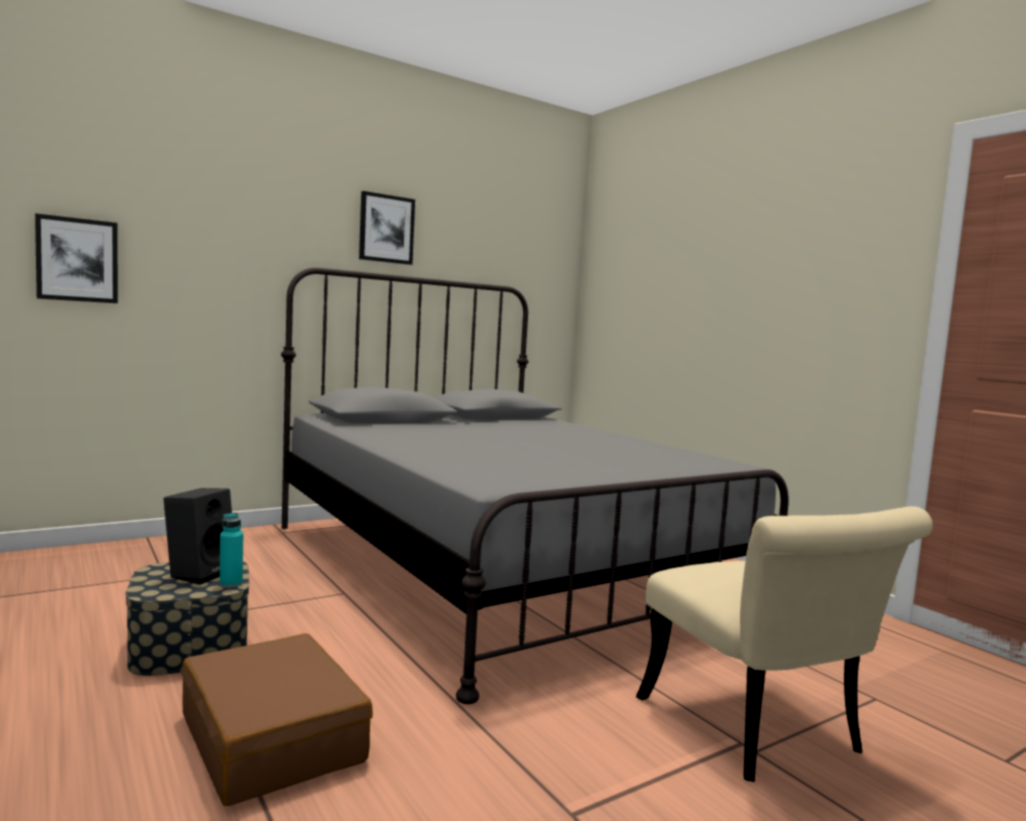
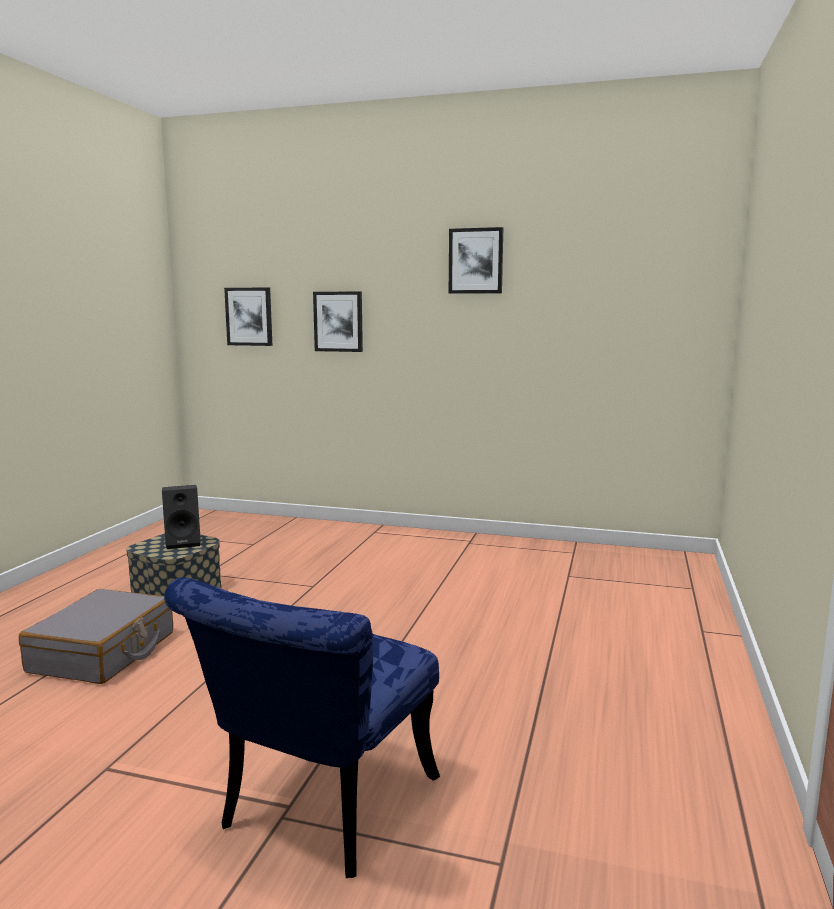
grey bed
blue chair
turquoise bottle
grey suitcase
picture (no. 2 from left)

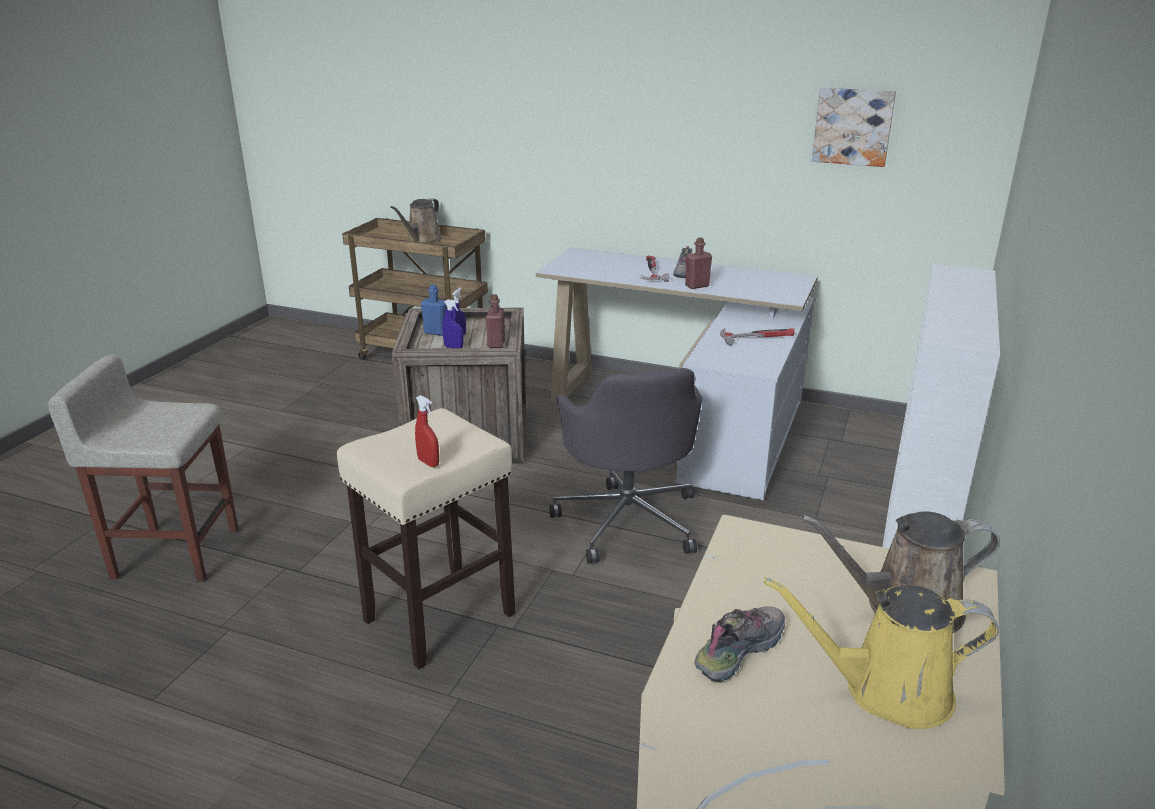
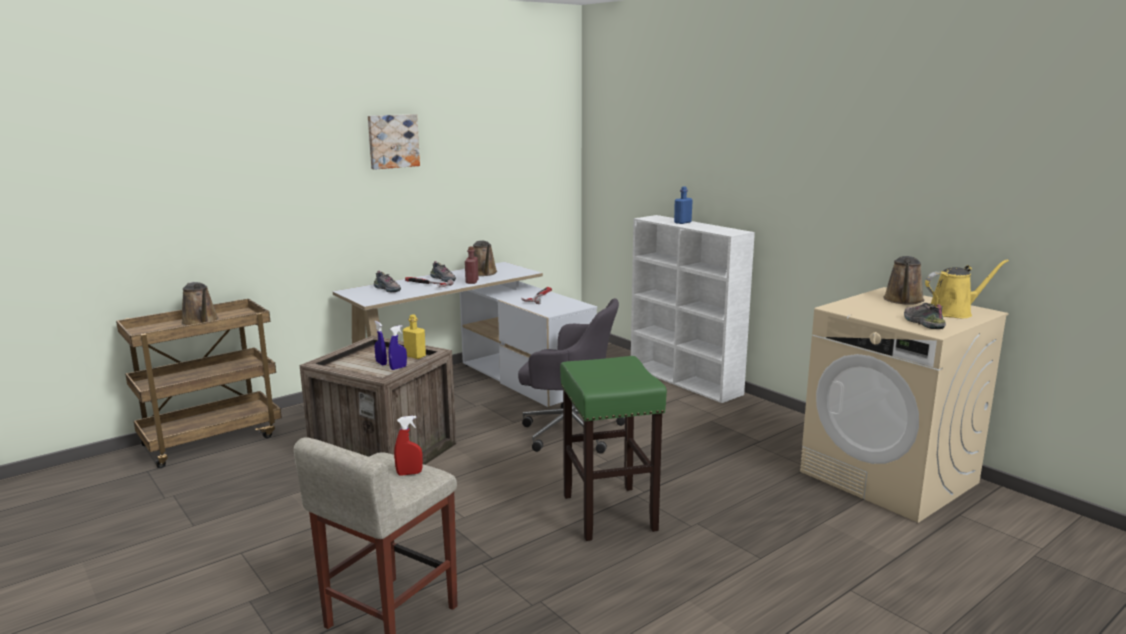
picture
blue bottle
yellow bottle
red spray bottle
green stool
yellow watering can
brown watering can (no. 2 from left)
shoe (no. 1 from left)

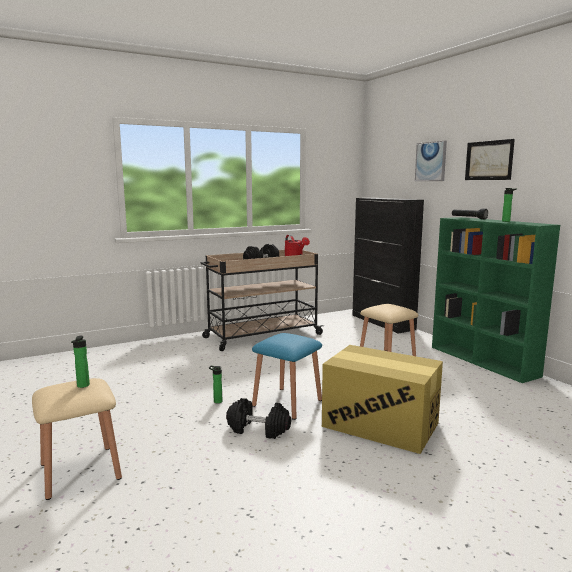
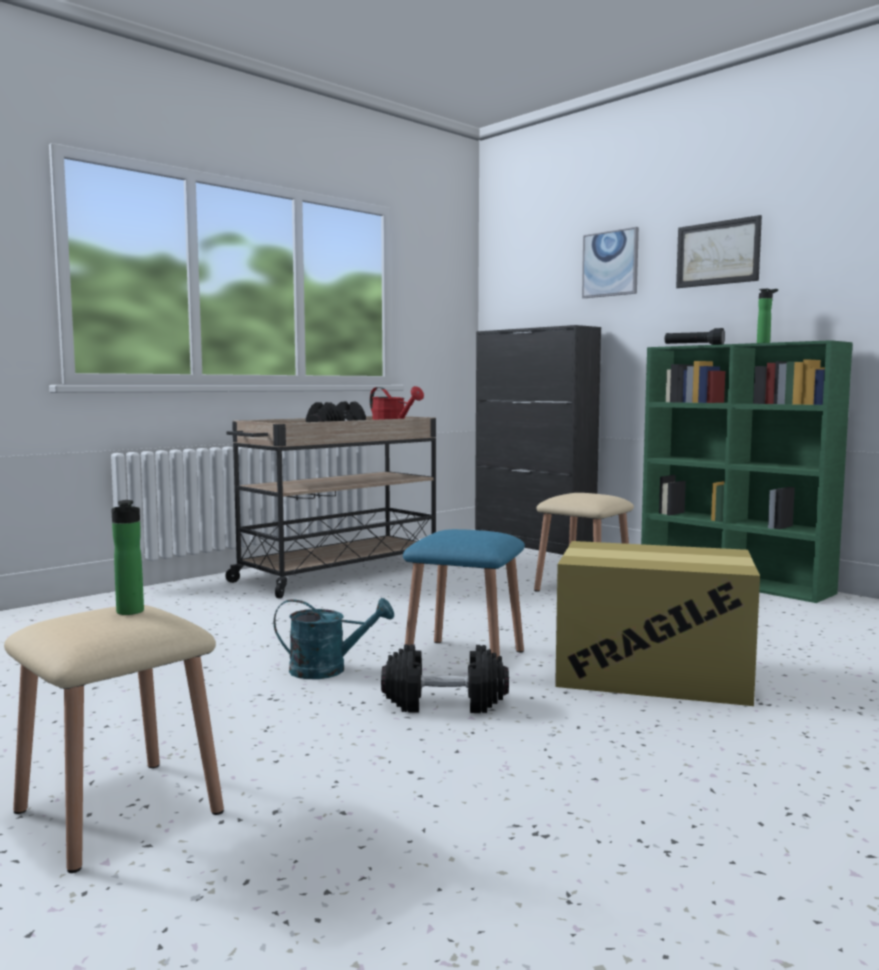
turquoise watering can

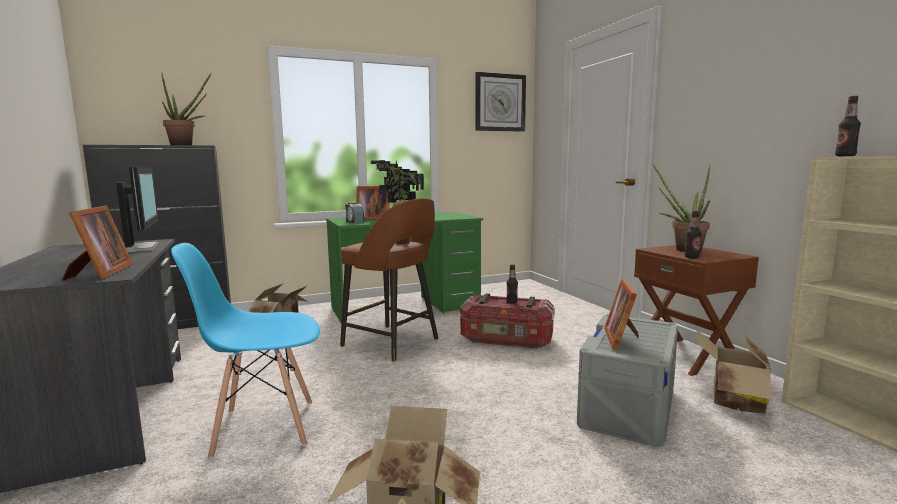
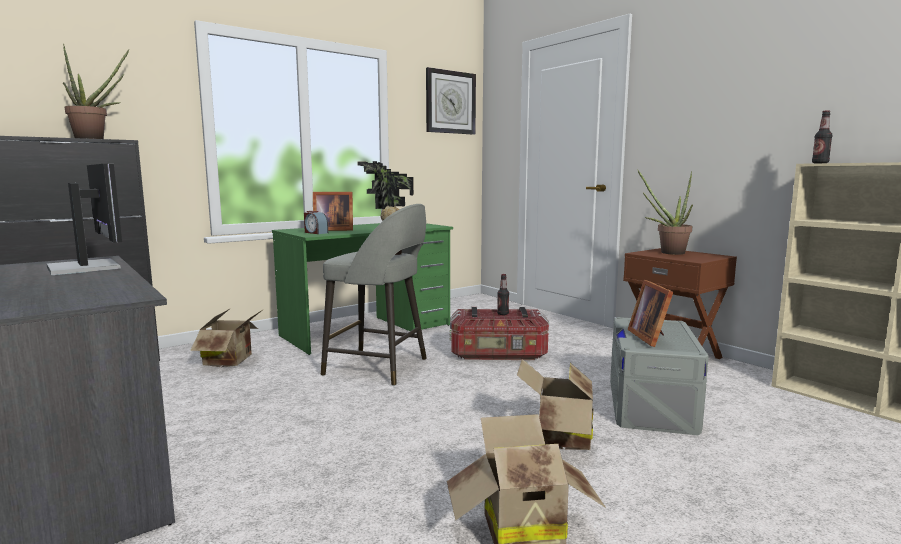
grey stool
picture frame (no. 1 from left in the first image)
bottle (no. 2 from left in the first image)
blue chair
cardboard box (no. 3 from left)

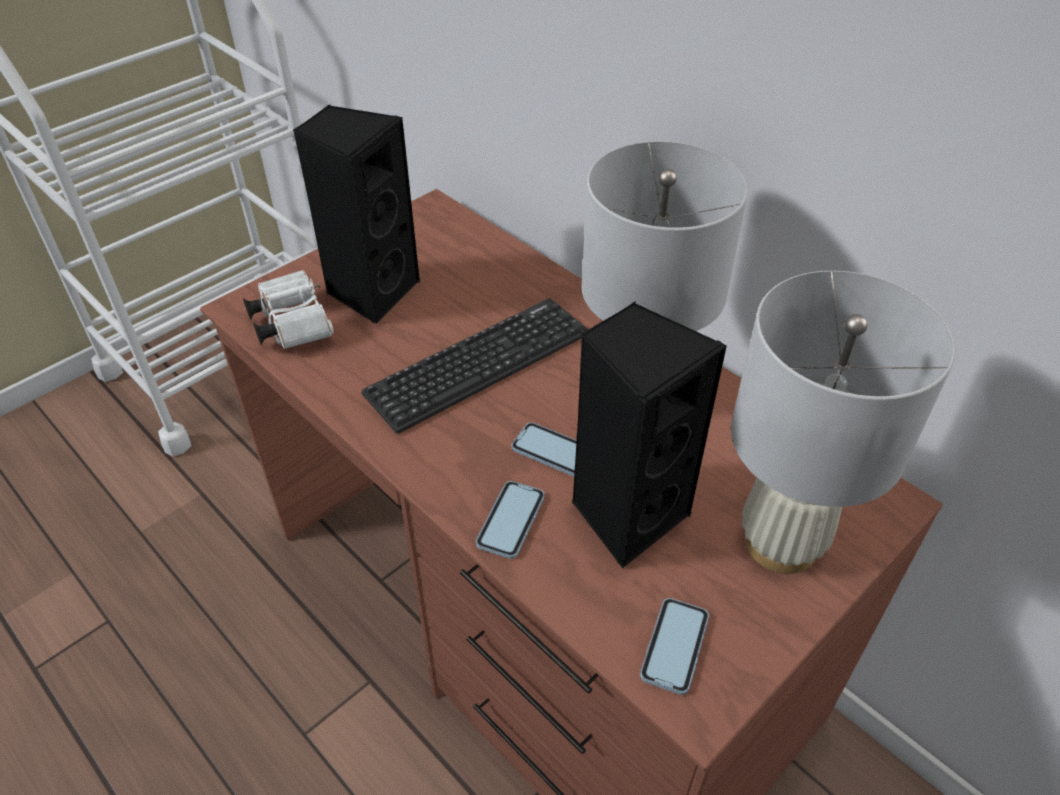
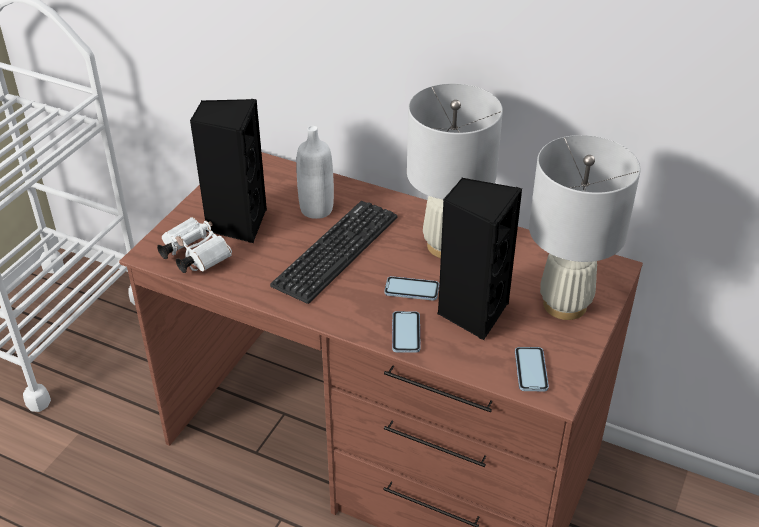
white bottle

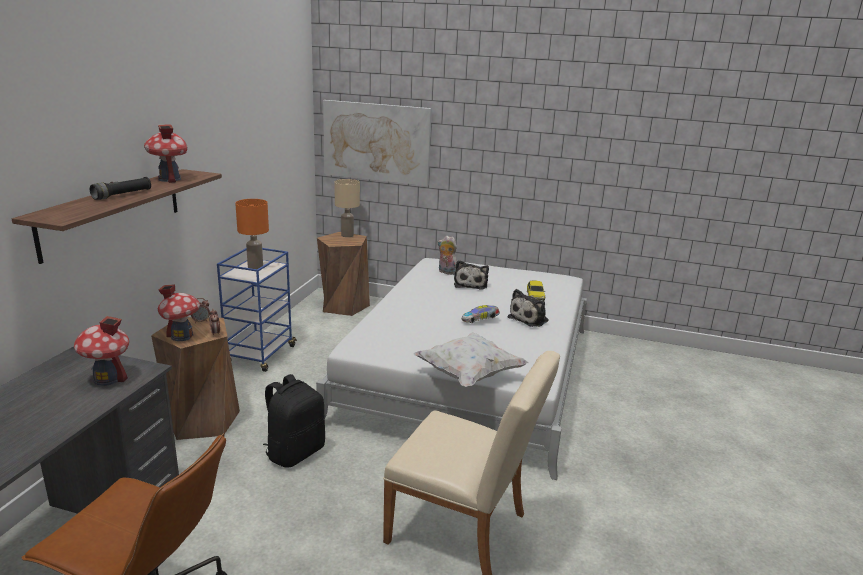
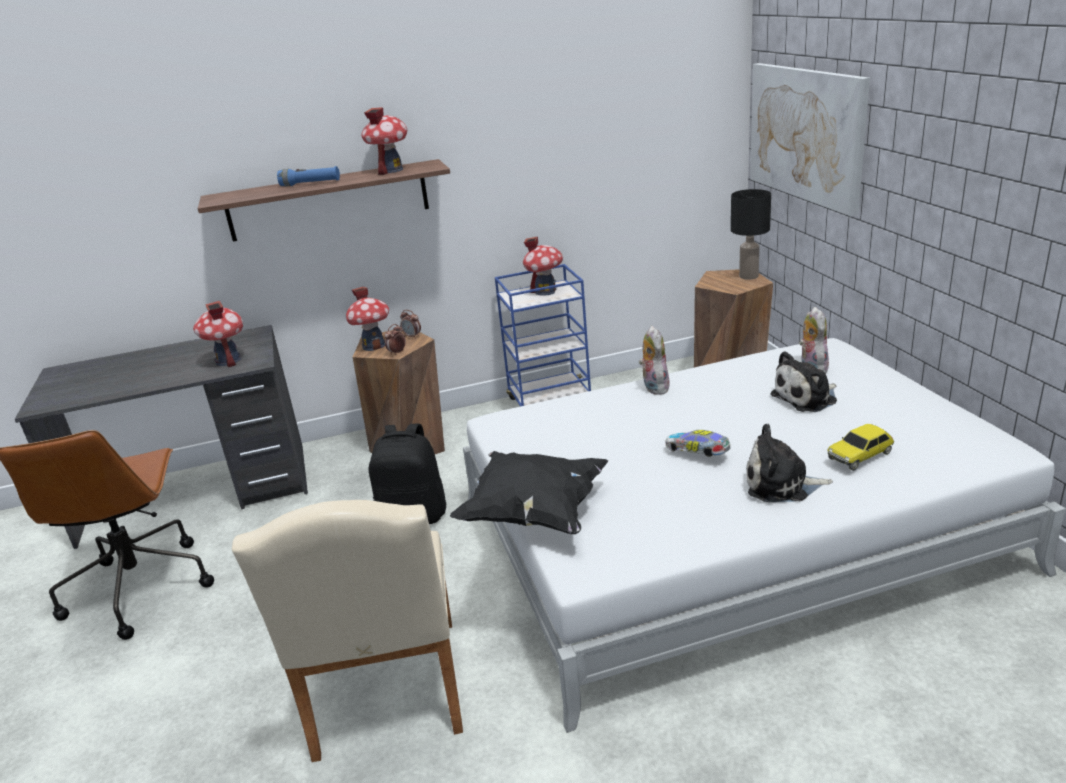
blue flashlight
black table lamp
toy house (no. 4 from left)
black pillow
plush toy (no. 1 from left)

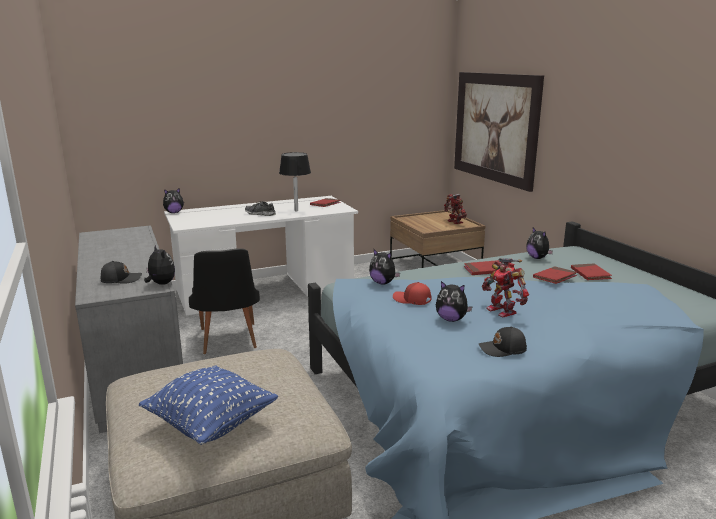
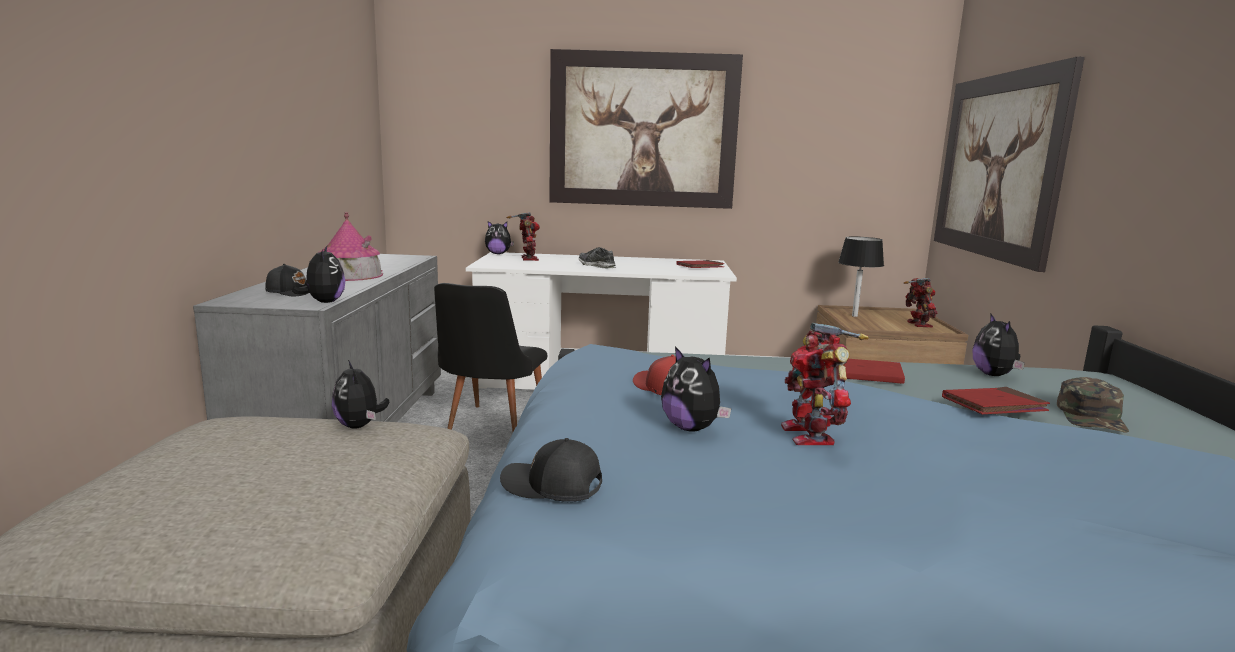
black table lamp
plush toy (no. 2 from left)
green cap
black cap (no. 2 from left)
blue pillow
picture (no. 1 from left)
toy house
toy robot (no. 1 from left)

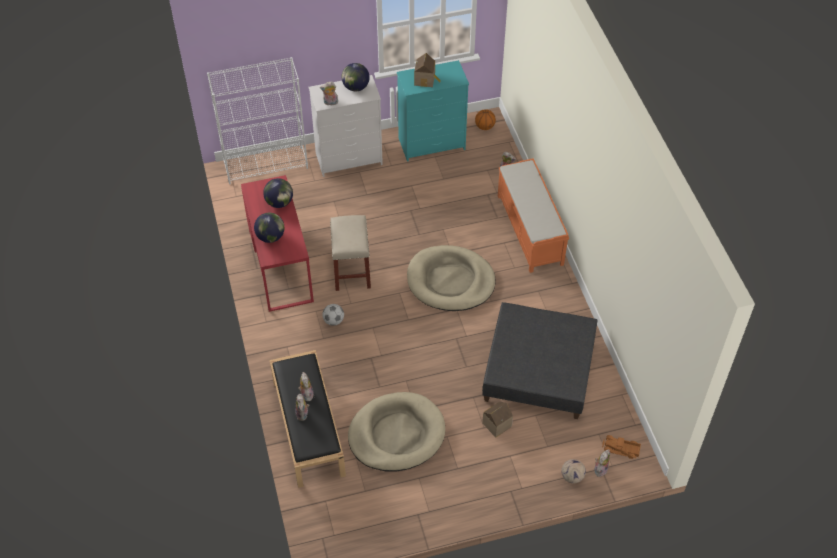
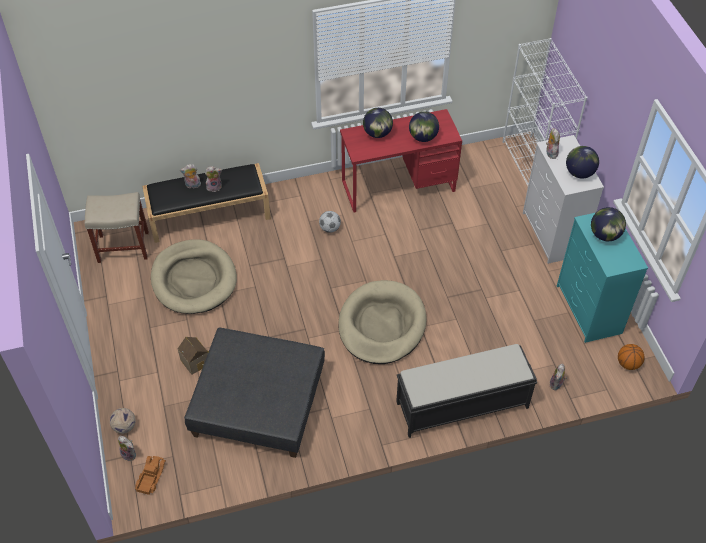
globe (no. 4 from left)
black bench (no. 2 from left)
beige stool

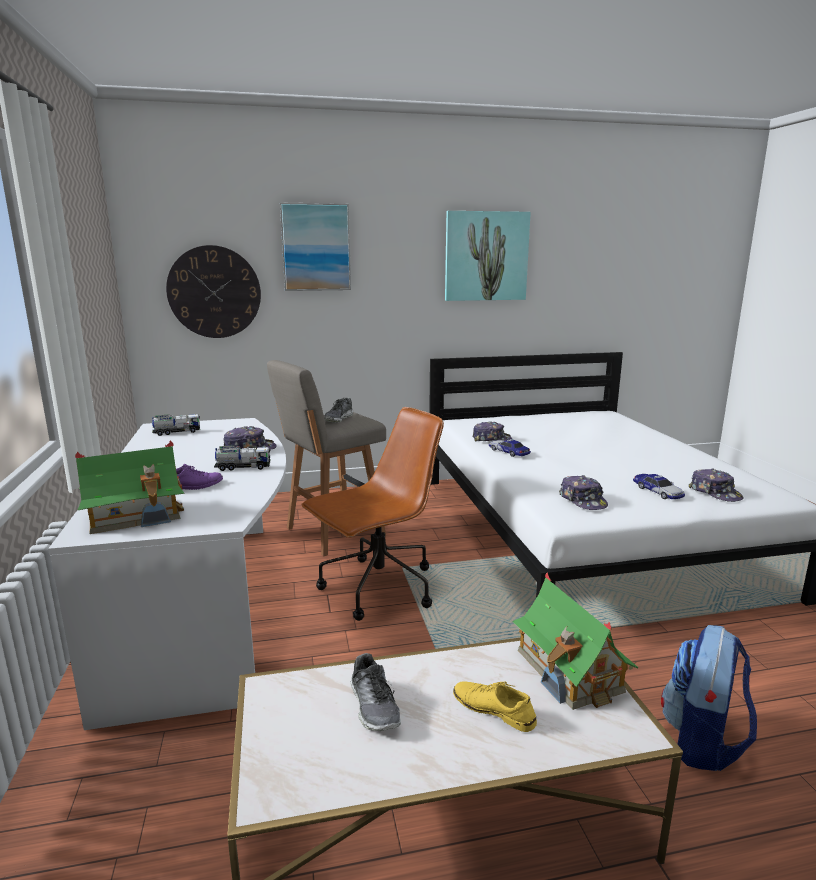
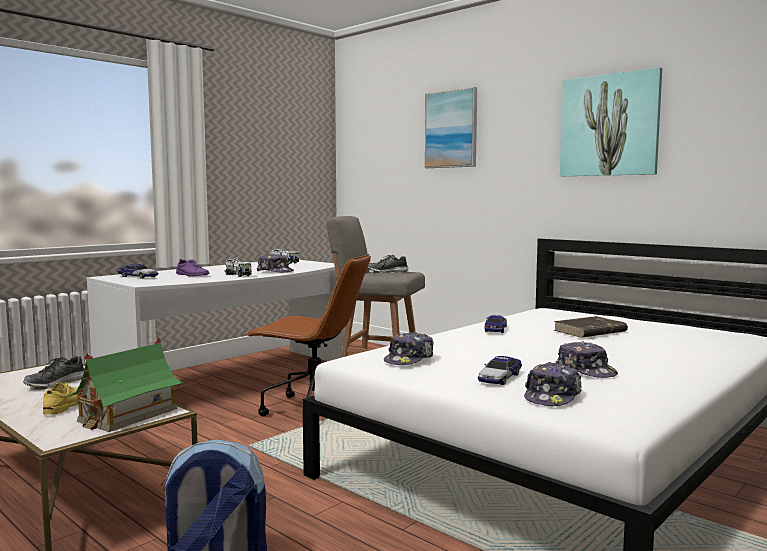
wall clock
cap (no. 4 from left)
toy car (no. 1 from left)
brown book

